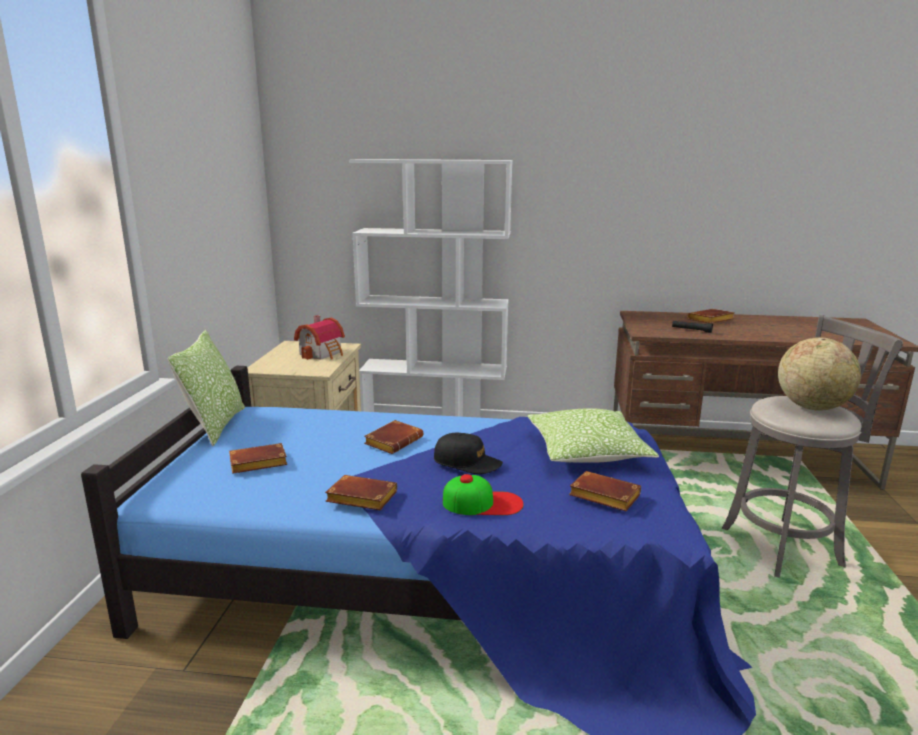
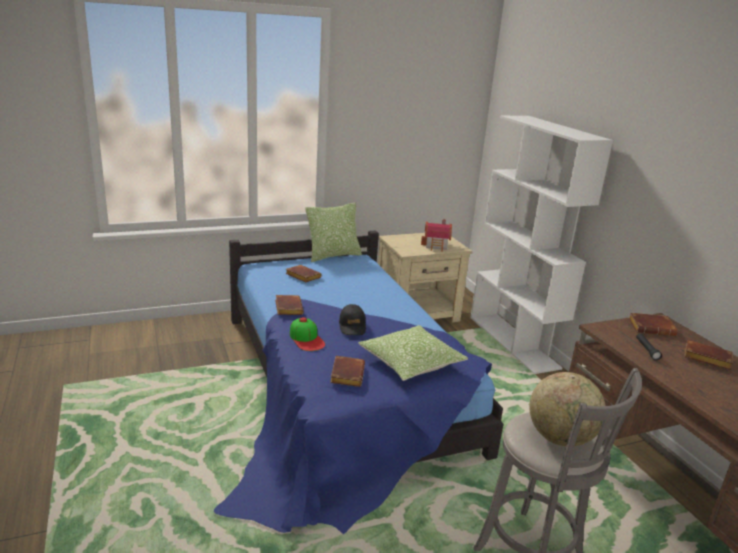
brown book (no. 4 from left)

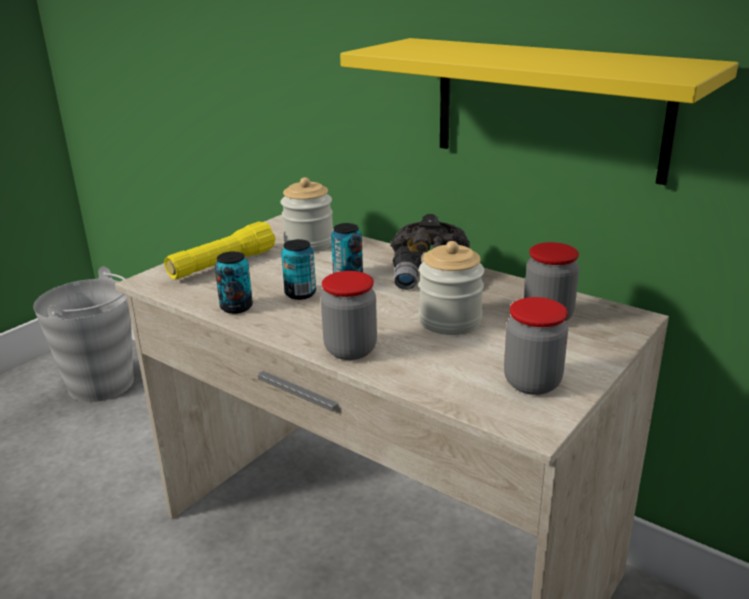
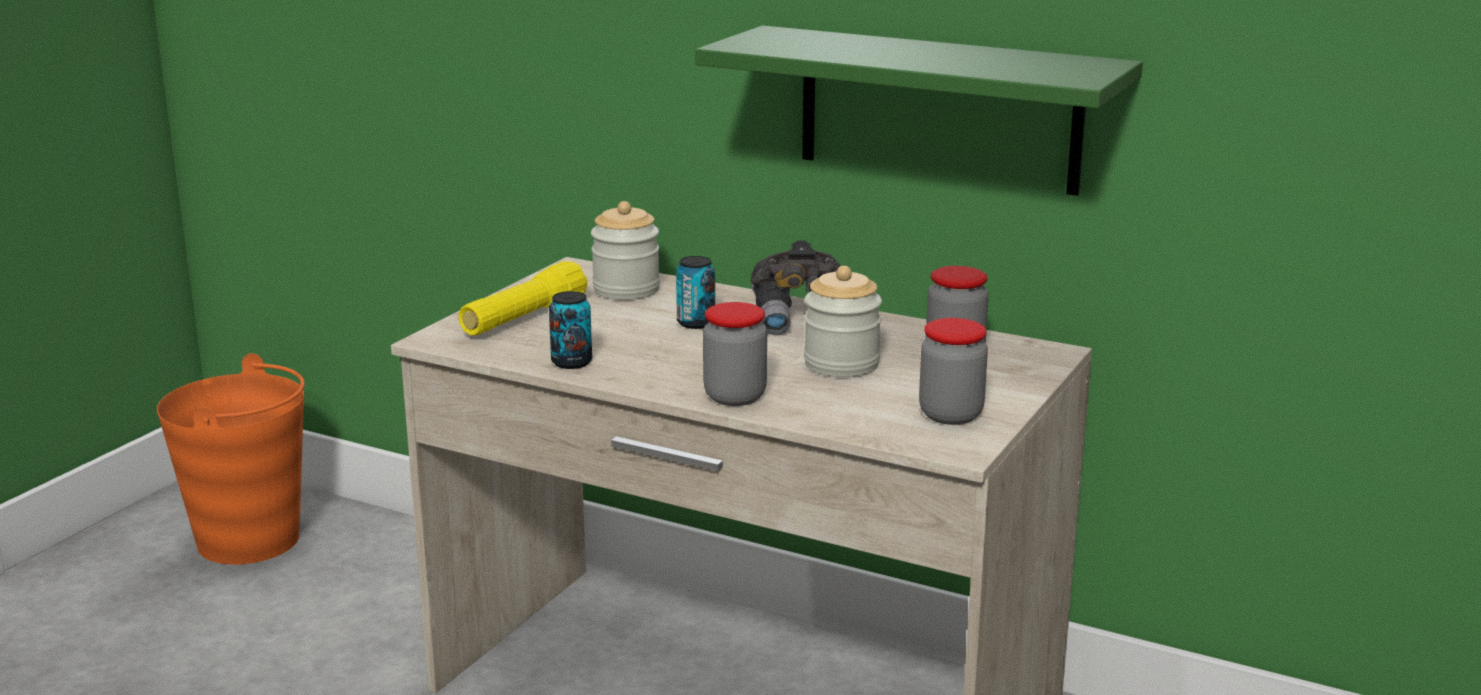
green shelf
can (no. 2 from left in the first image)
orange bucket

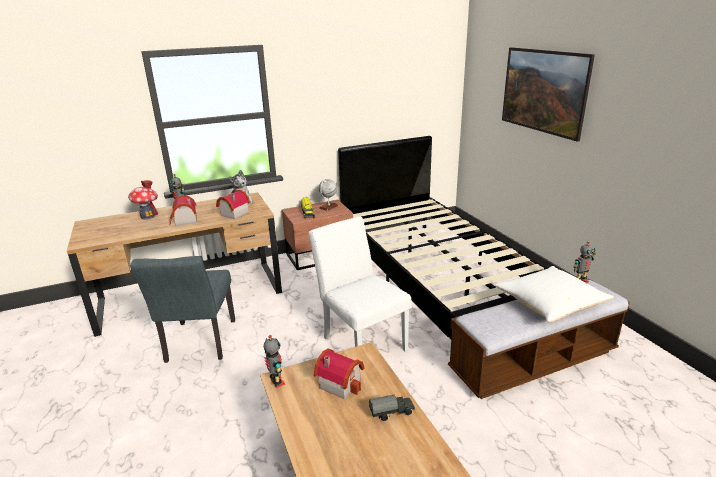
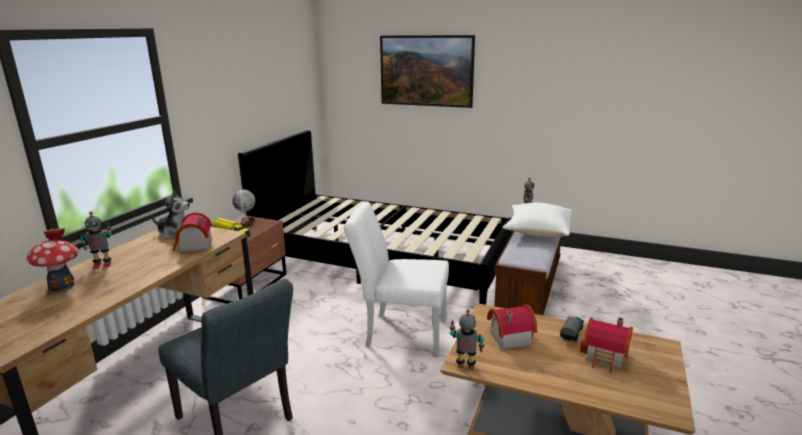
toy house (no. 4 from left)

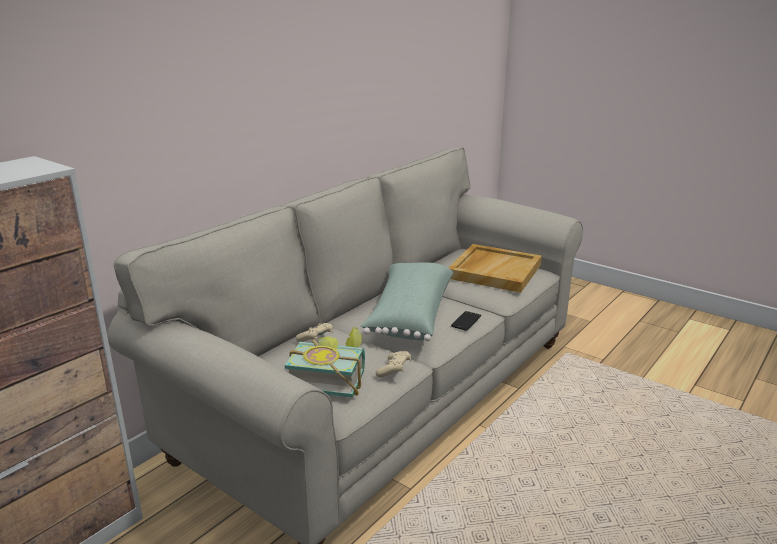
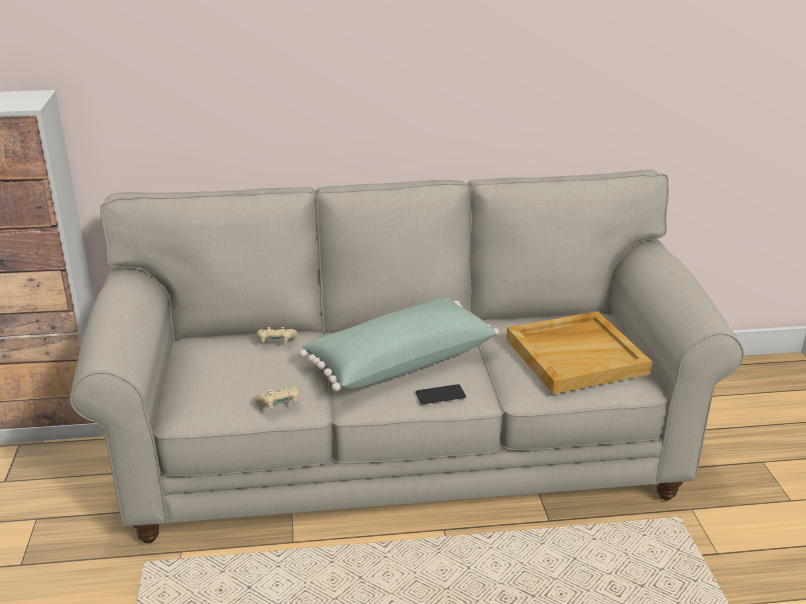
book

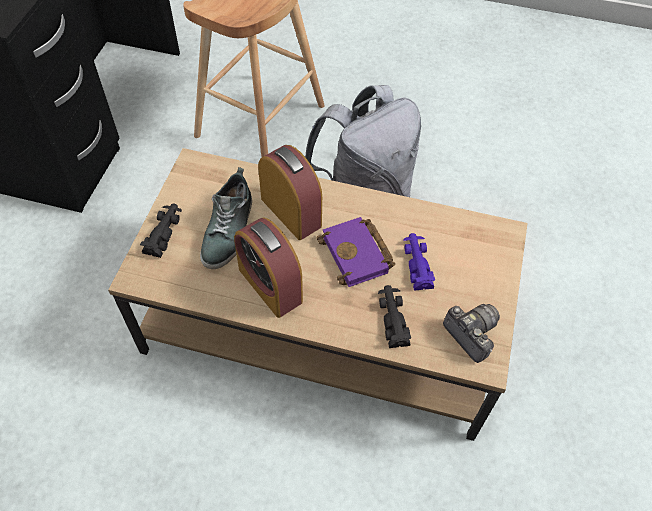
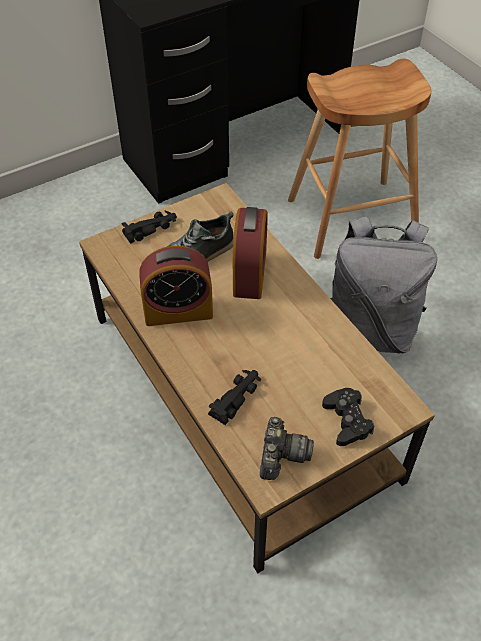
alarm clock (no. 1 from left)
purple book
purple toy car
black game controller

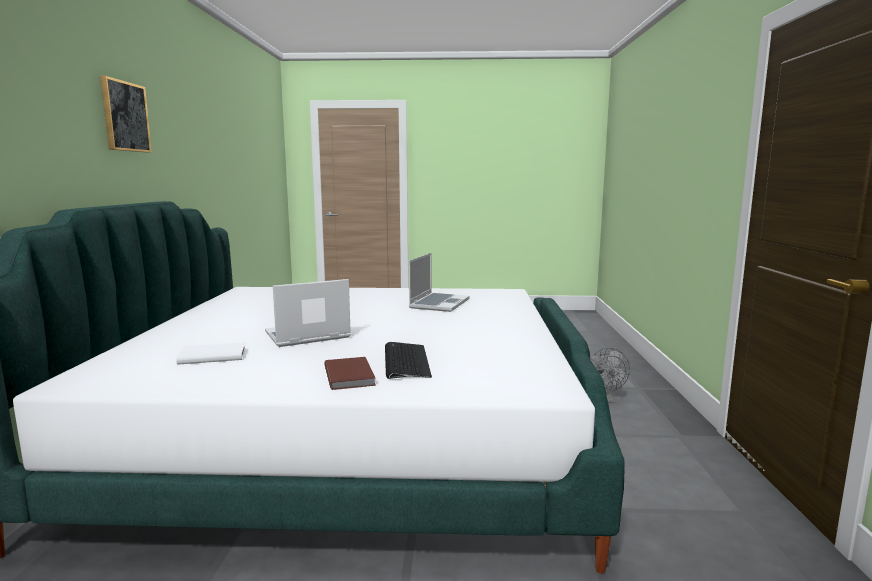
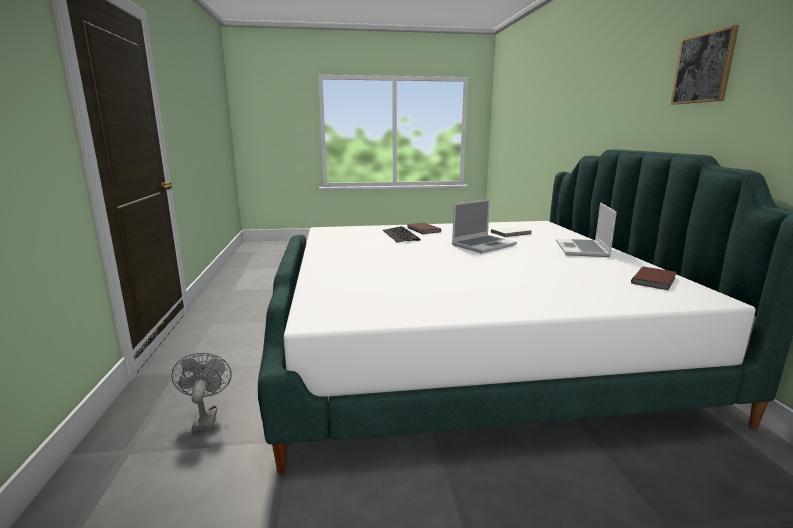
laptop (no. 2 from left)
brown book (no. 2 from left)

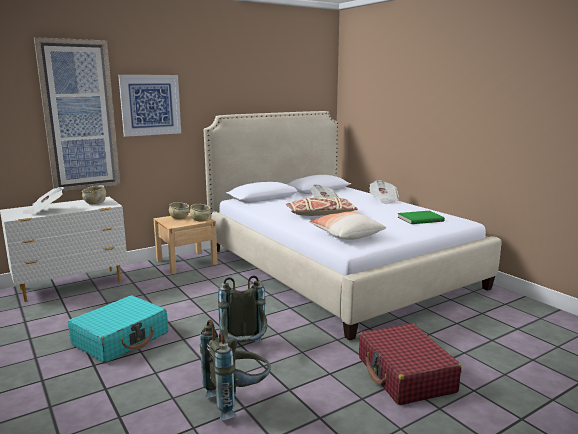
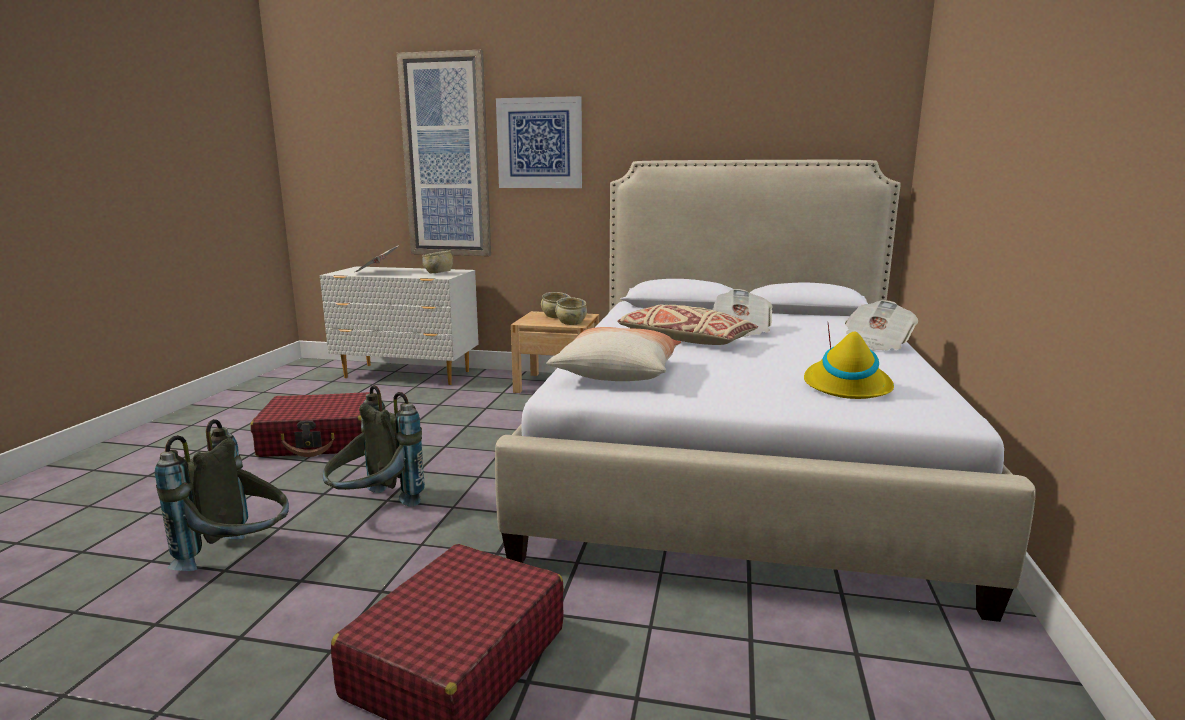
yellow hat
red suitcase (no. 1 from left)

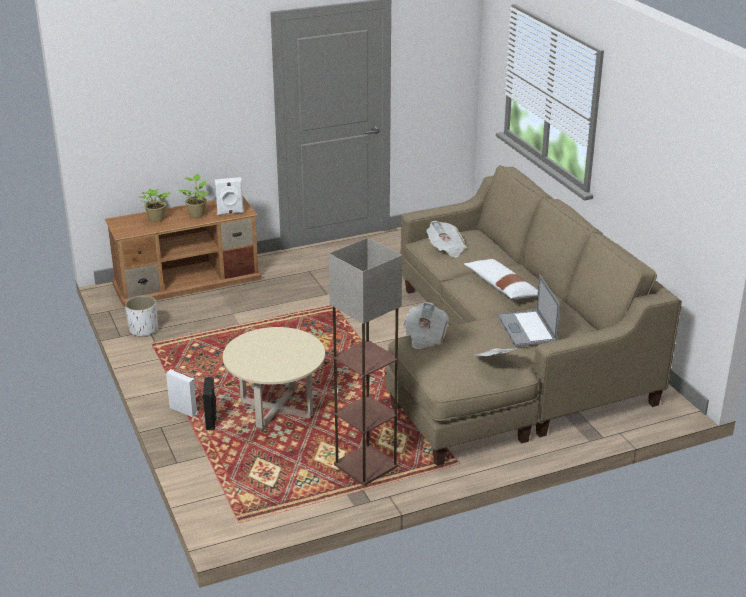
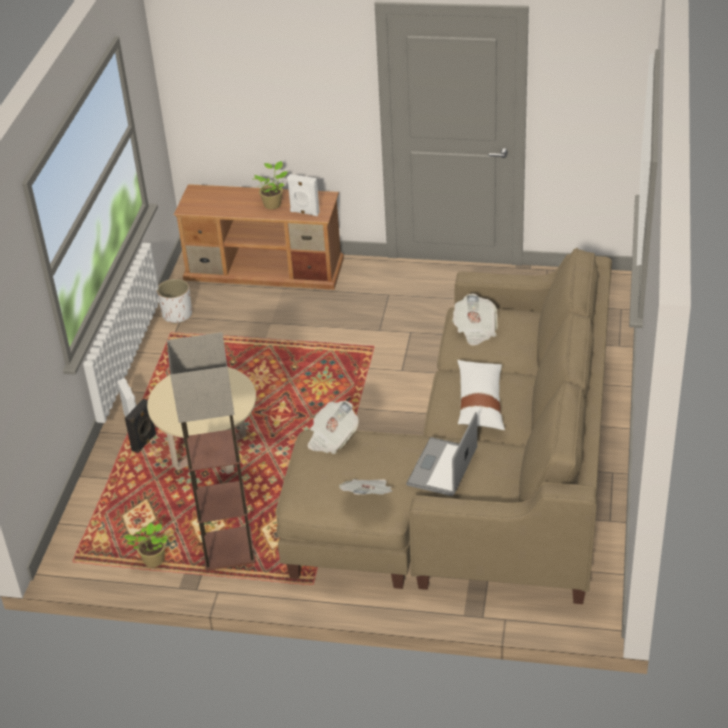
potted plant (no. 1 from left)

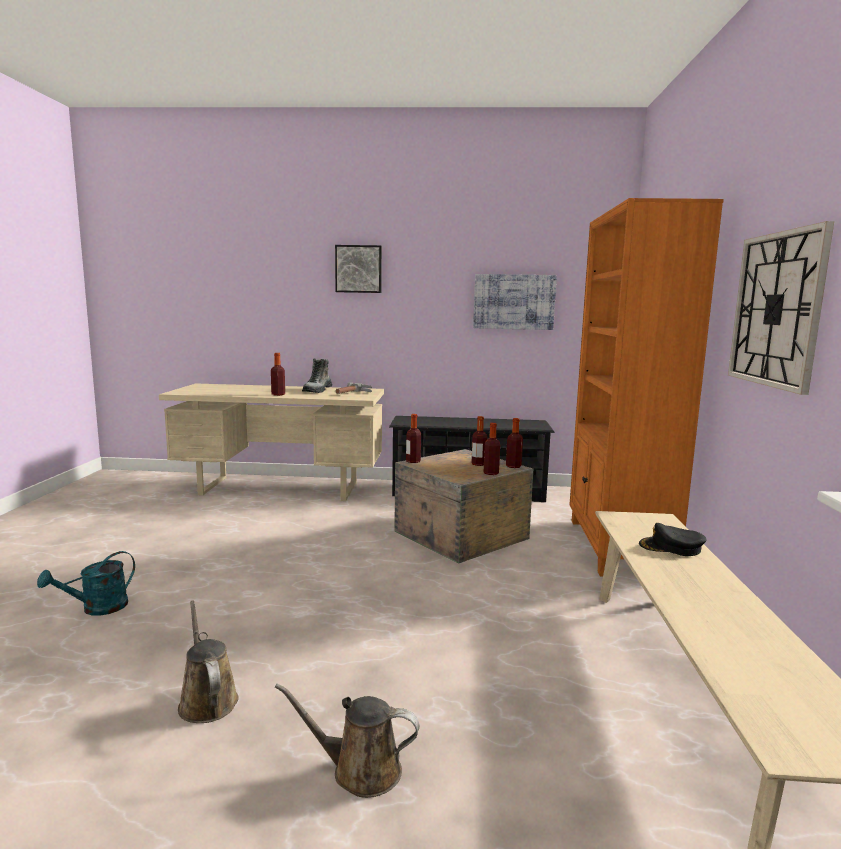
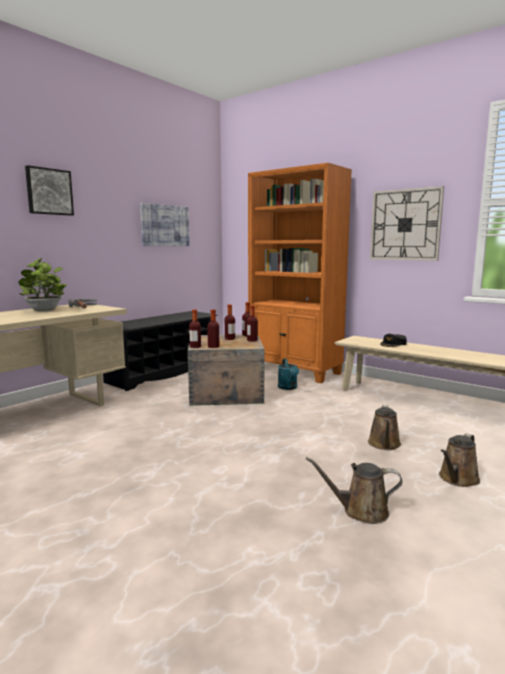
bottle (no. 2 from left)
potted plant
turquoise watering can
brown watering can (no. 2 from left)

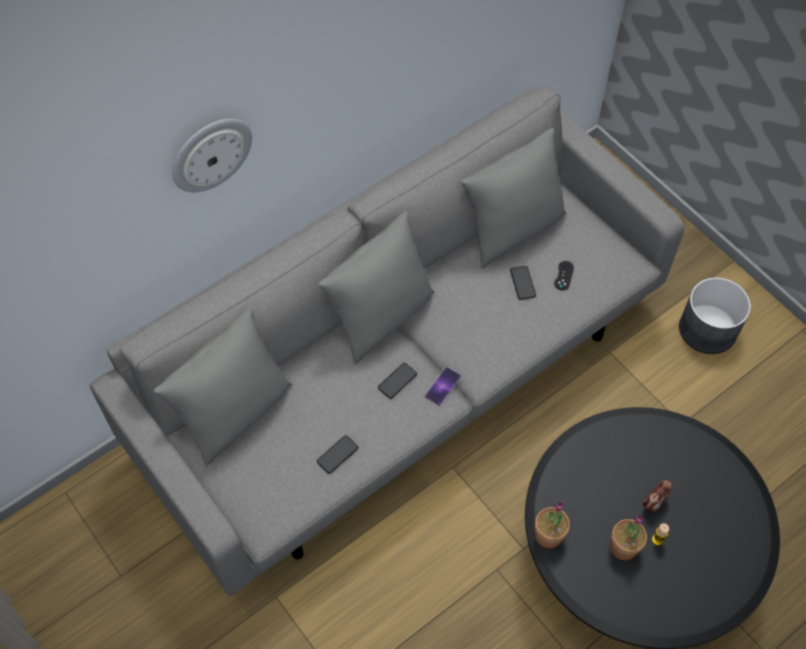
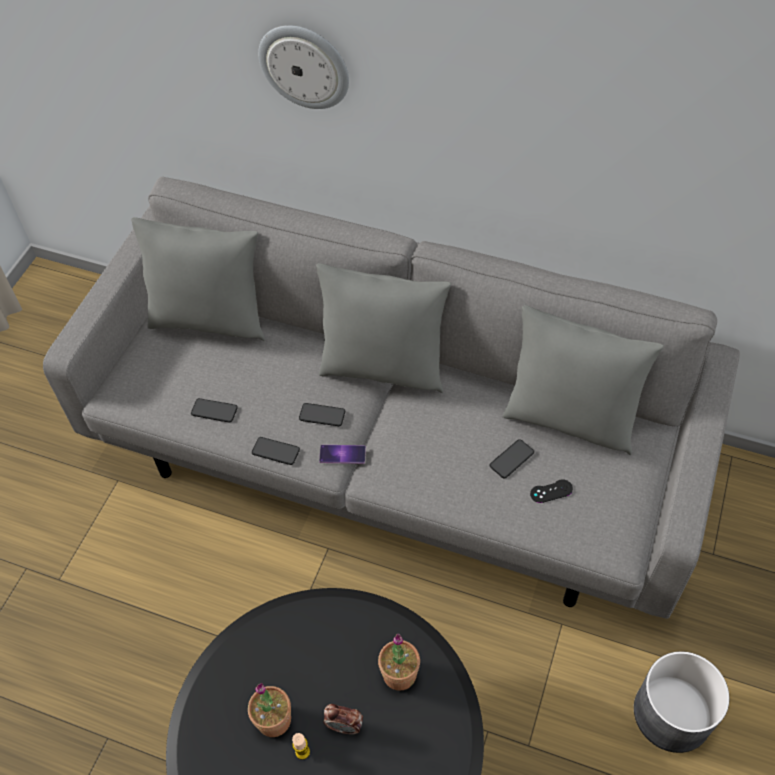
potted plant (no. 2 from left)
phone (no. 2 from left)

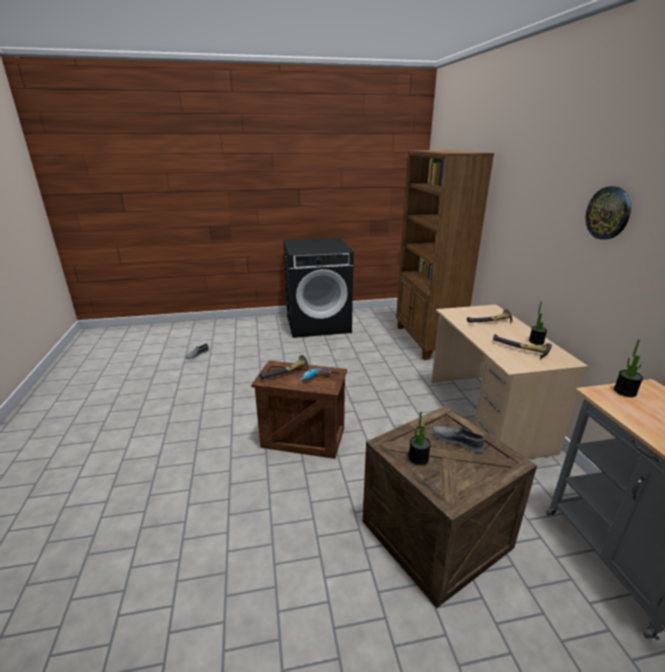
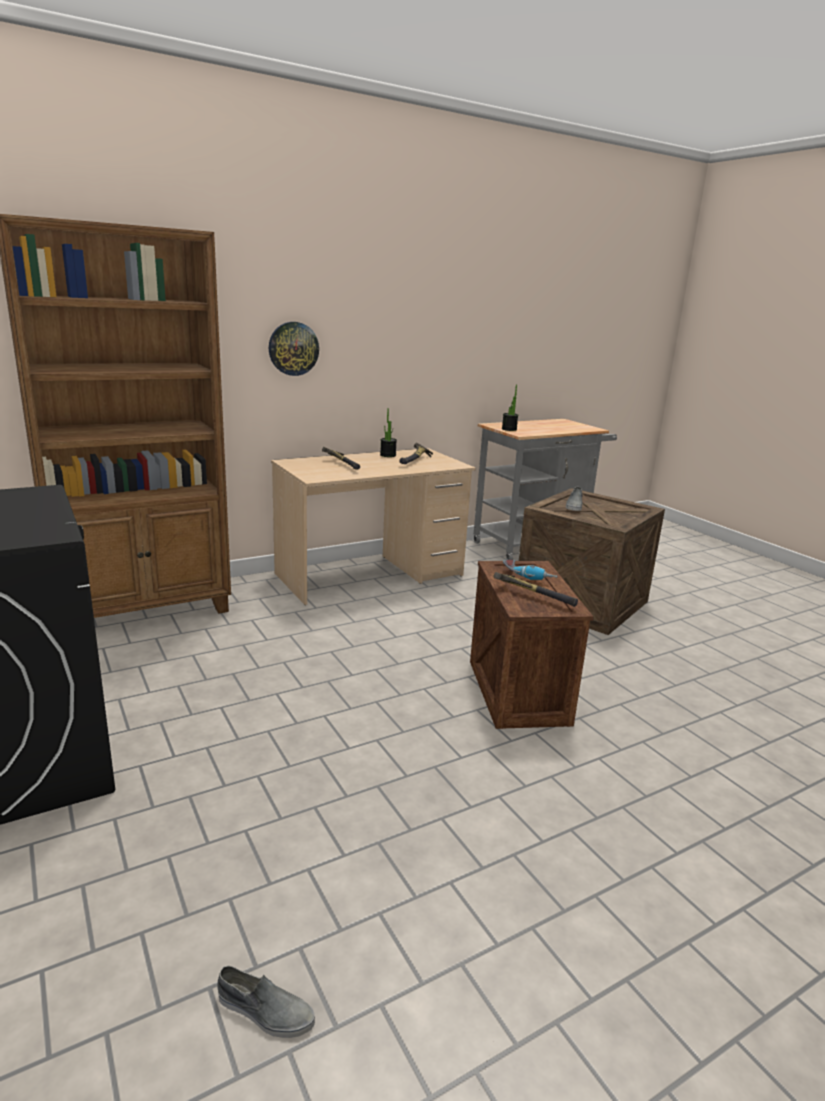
wall clock
potted plant (no. 1 from left in the first image)

